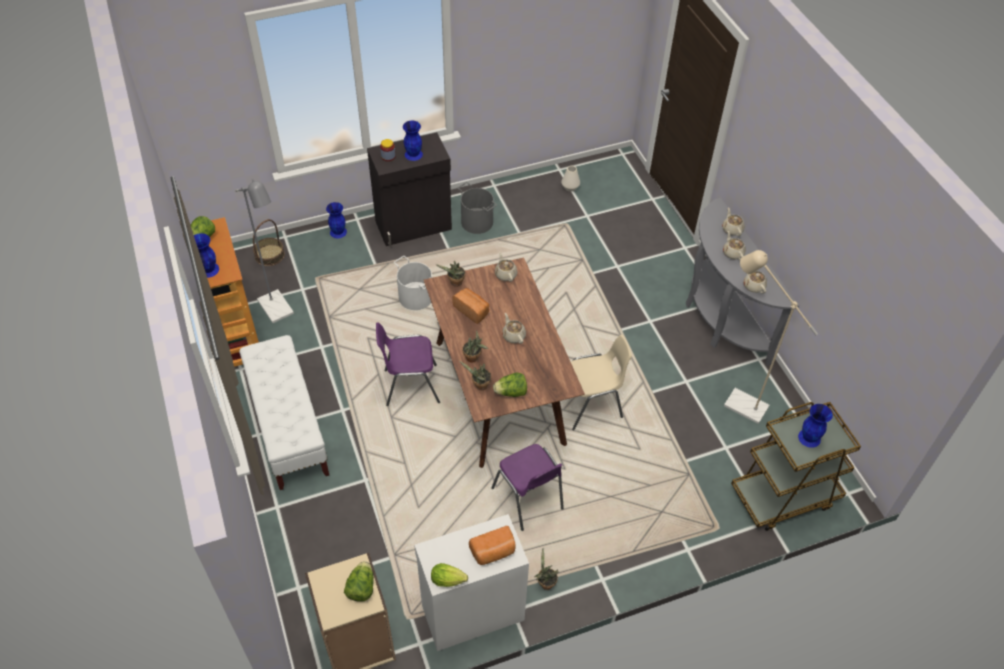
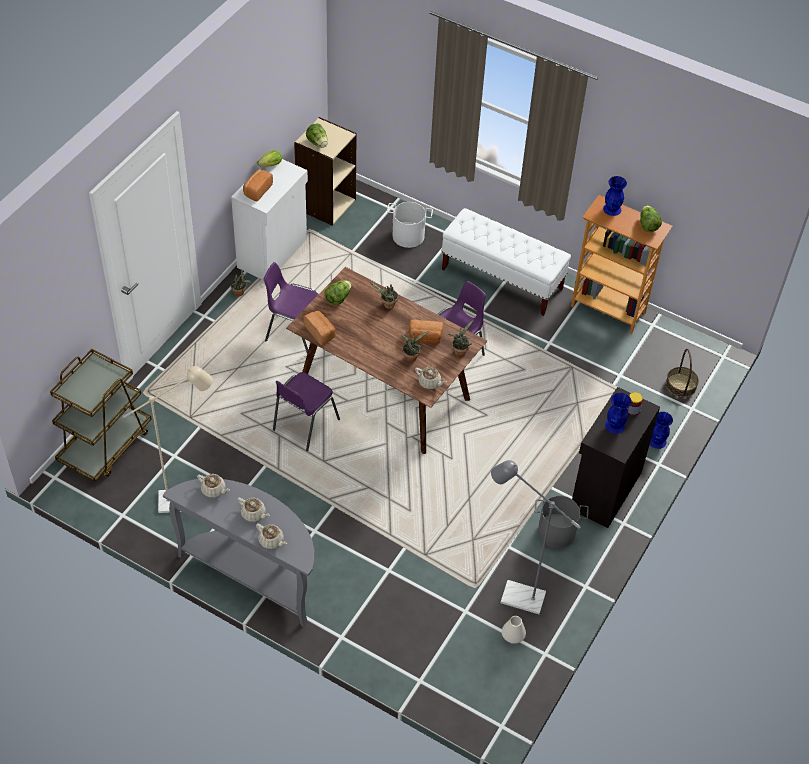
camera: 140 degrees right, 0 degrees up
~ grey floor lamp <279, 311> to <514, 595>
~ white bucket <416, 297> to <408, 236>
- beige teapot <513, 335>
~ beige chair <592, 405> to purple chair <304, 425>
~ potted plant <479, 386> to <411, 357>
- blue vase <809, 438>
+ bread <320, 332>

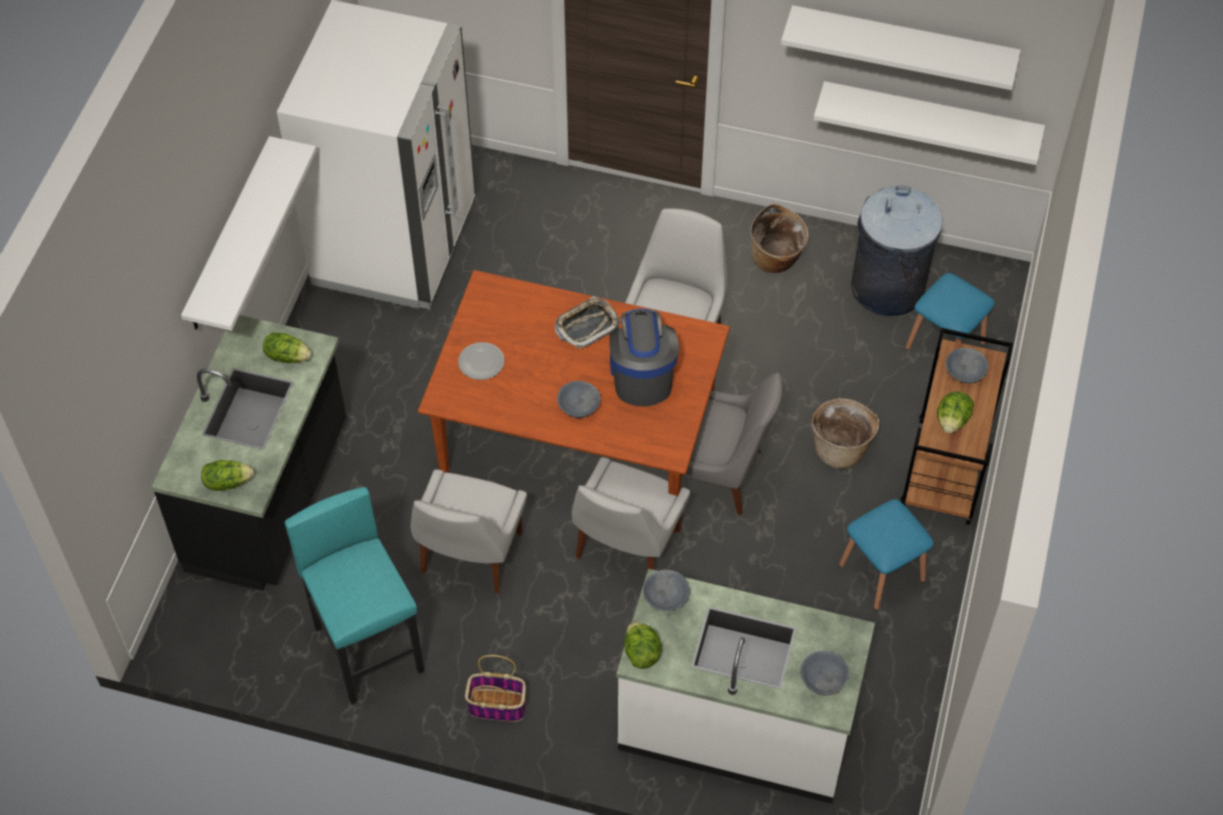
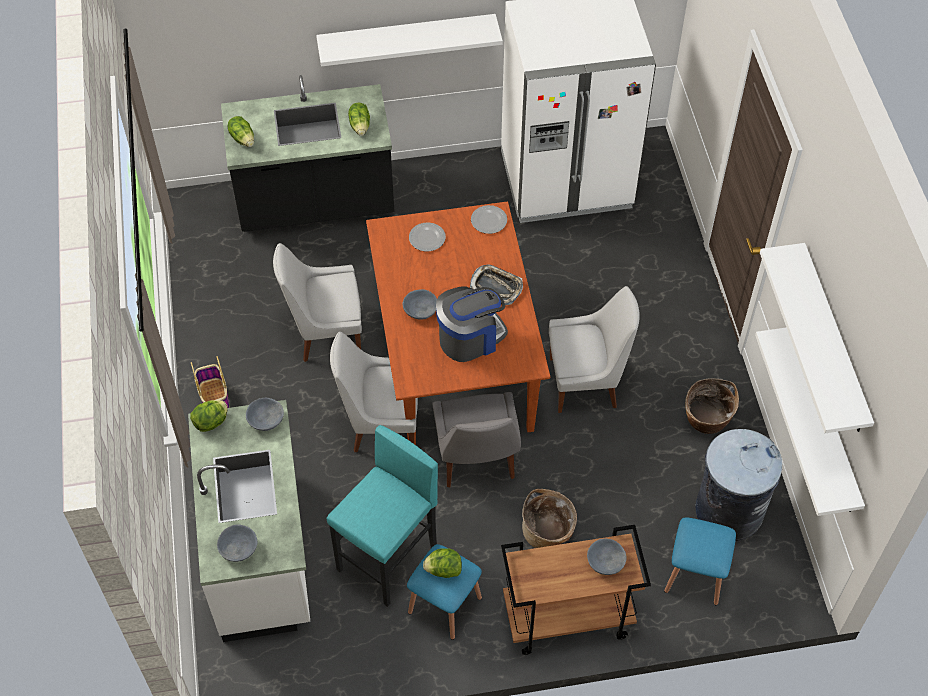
camera: 65 degrees right, 0 degrees up
~ lettuce <952, 421> to <443, 569>
~ turquoise stool <369, 648> to <388, 559>
+ plate <488, 220>

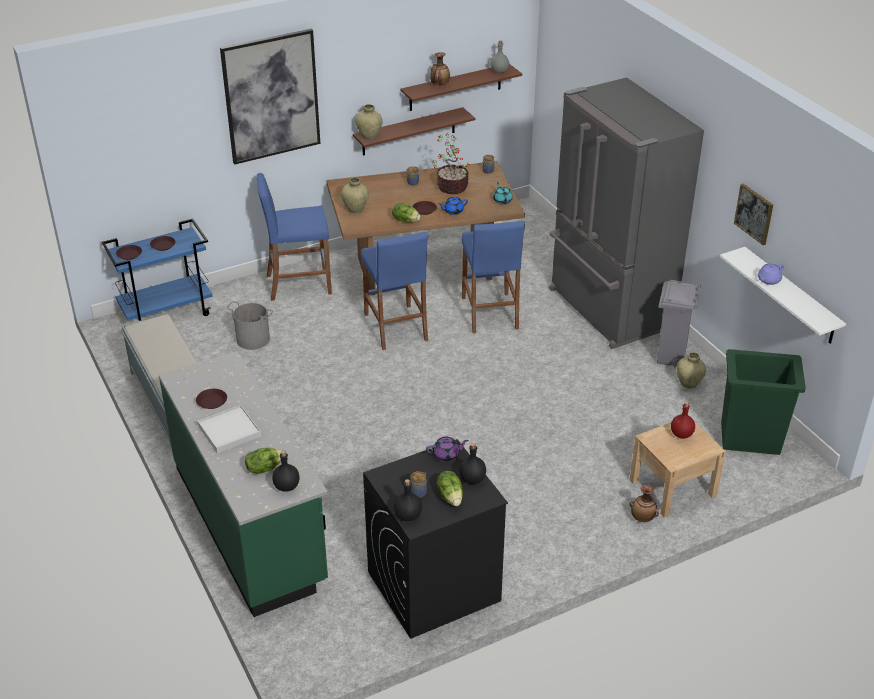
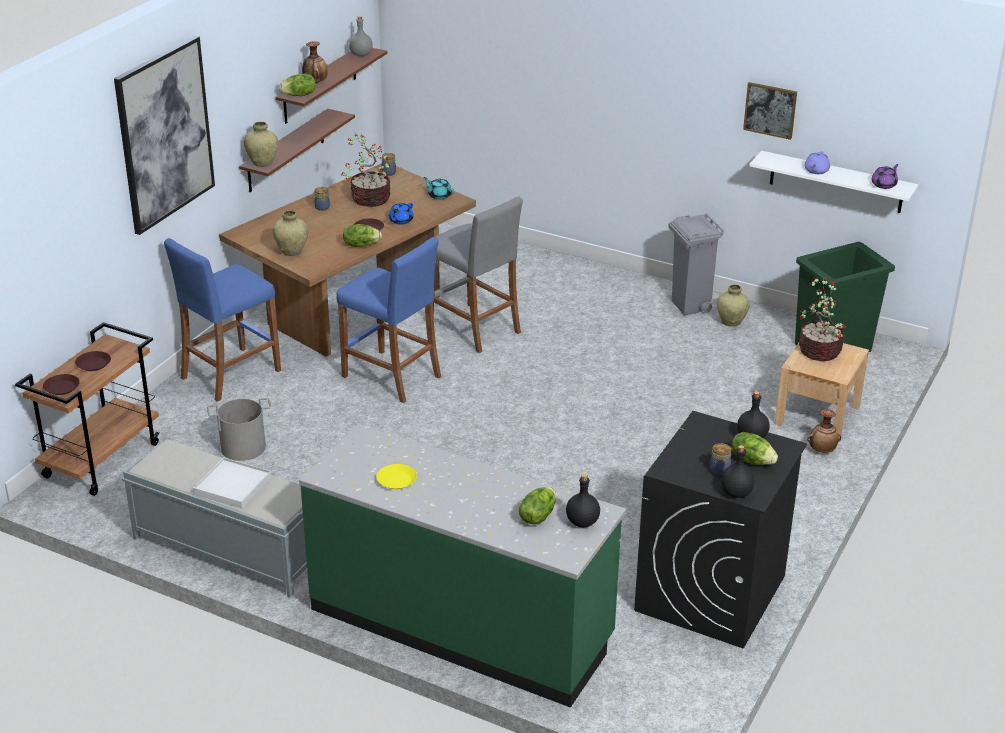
camera: 35 degrees left, 5 degrees down
- grey fridge <608, 309>
~ blue cart <167, 313> to brown cart <102, 459>
~ blue stool <490, 313> to grey stool <474, 328>
~ brown plate <211, 401> to yellow plate <396, 480>
~ red bottle <682, 434> to potted plant <818, 350>
~ white tray <229, 431> to <233, 486>
~ purple teapot <446, 455> to <884, 185>
+ lettuce <299, 95>

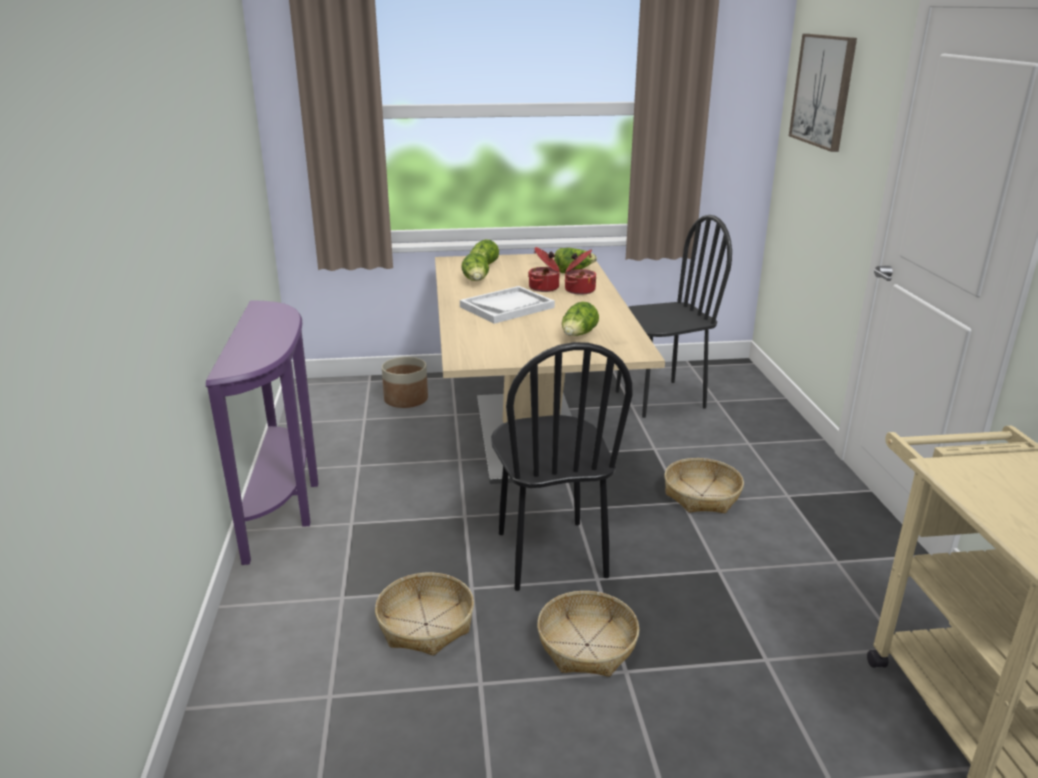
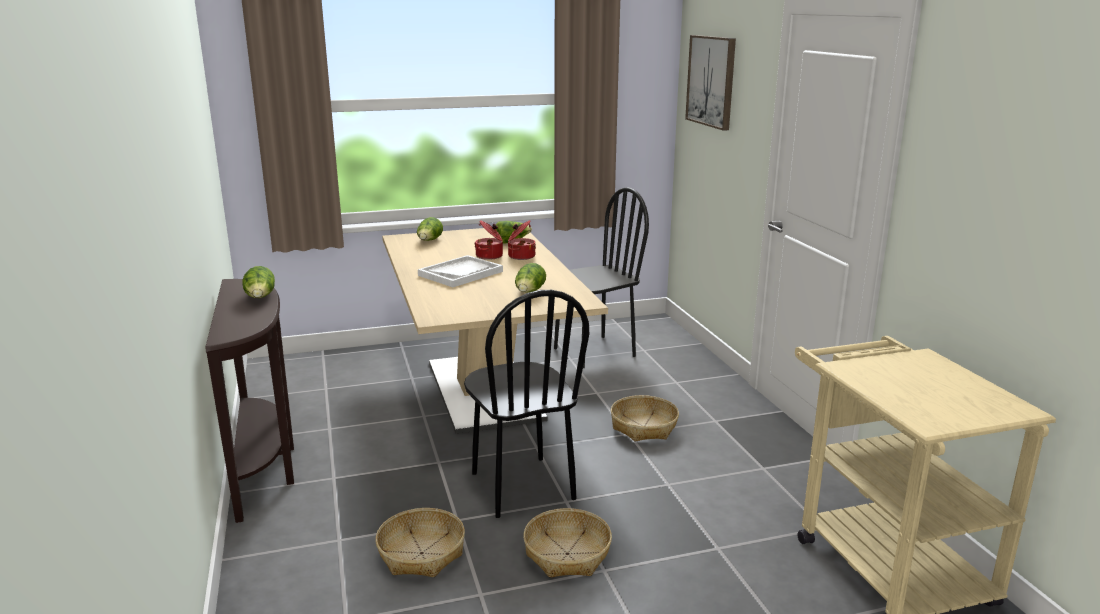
camera: 10 degrees left, 5 degrees down
~ lettuce <476, 281> to <260, 298>
~ purple console table <285, 504> to brown console table <266, 467>
- planter <406, 399>

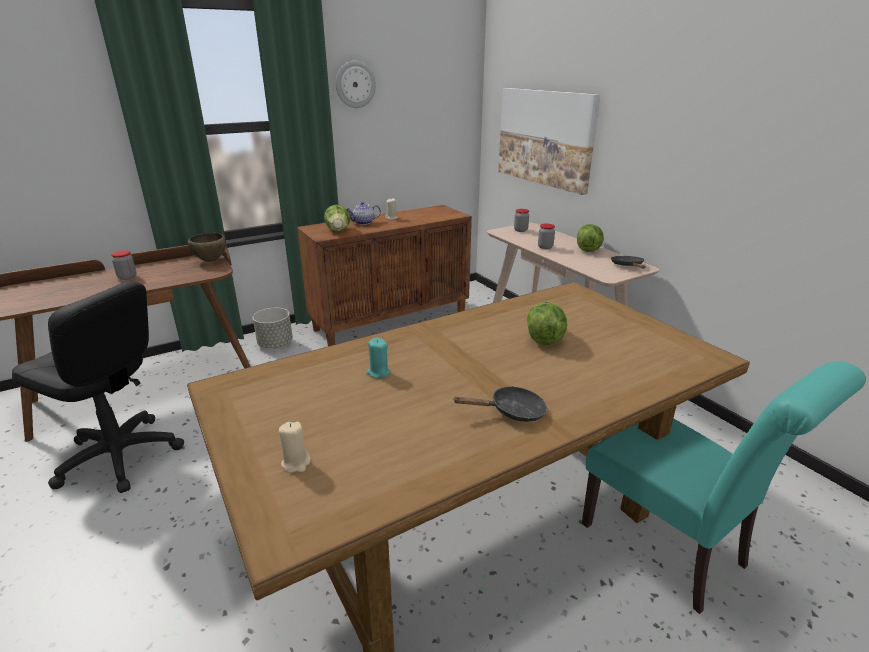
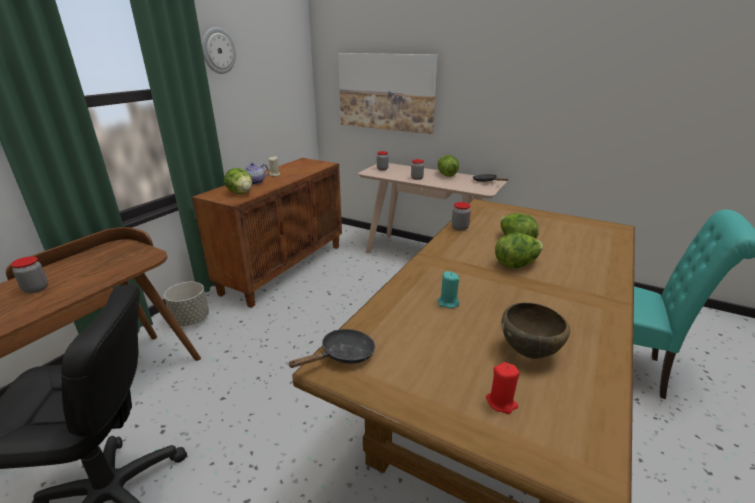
camera: 30 degrees left, 0 degrees up
~ brown bowl <211, 261> to <529, 353>
~ black frying pan <512, 412> to <343, 355>
~ beige candle <296, 463> to red candle <501, 402>
+ jar <460, 228>
+ lettuce <516, 264>

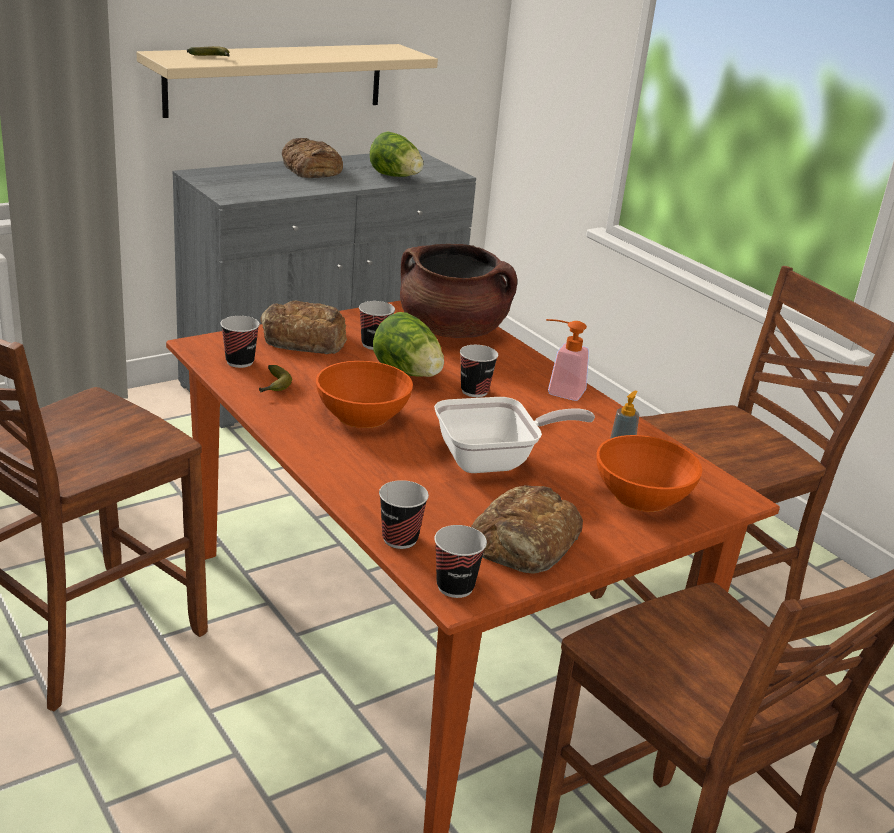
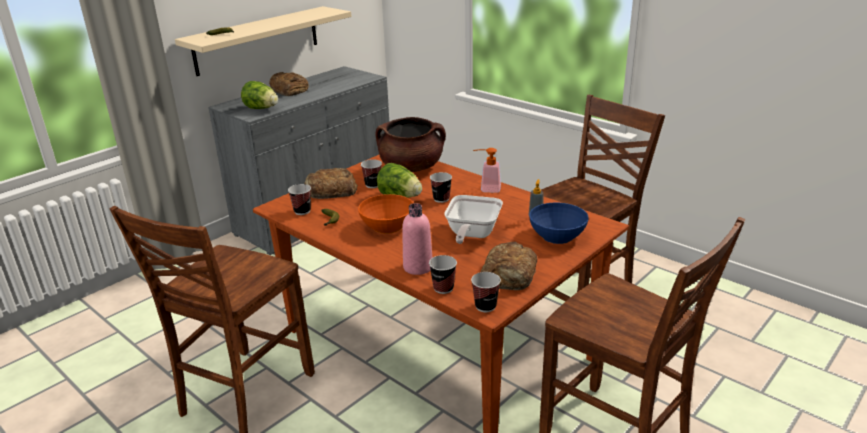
camera: 10 degrees left, 0 degrees up
~ lettuce <396, 177> to <262, 109>
~ frying pan <494, 461> = <471, 234> 135 degrees clockwise
~ orange bowl <641, 496> to blue bowl <557, 236>
+ pink bottle <418, 267>

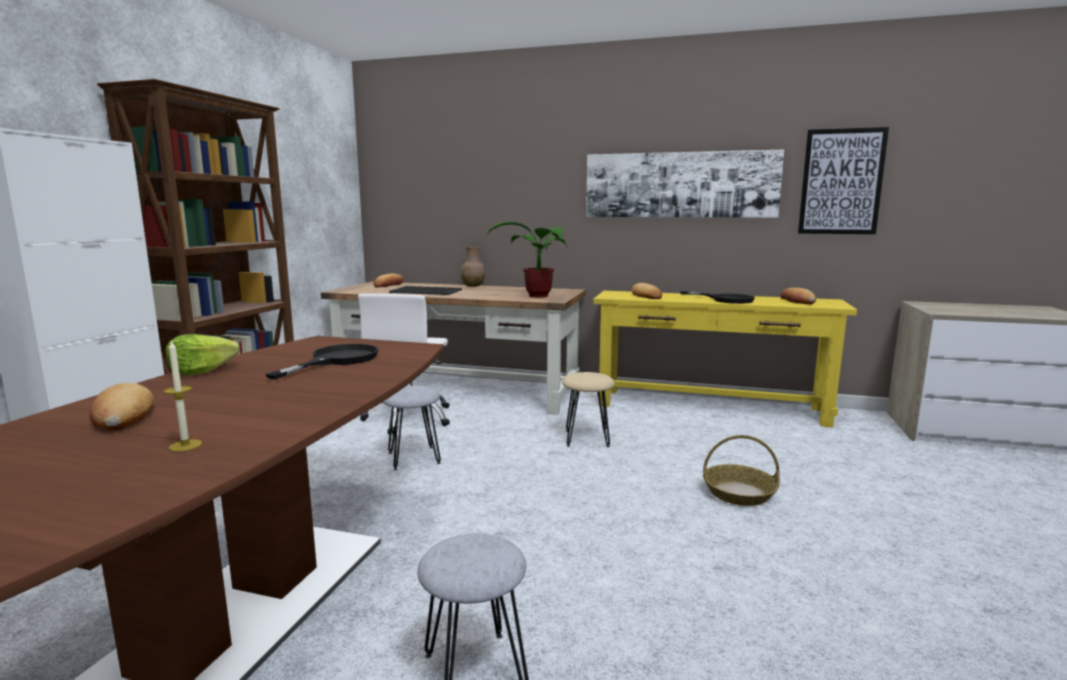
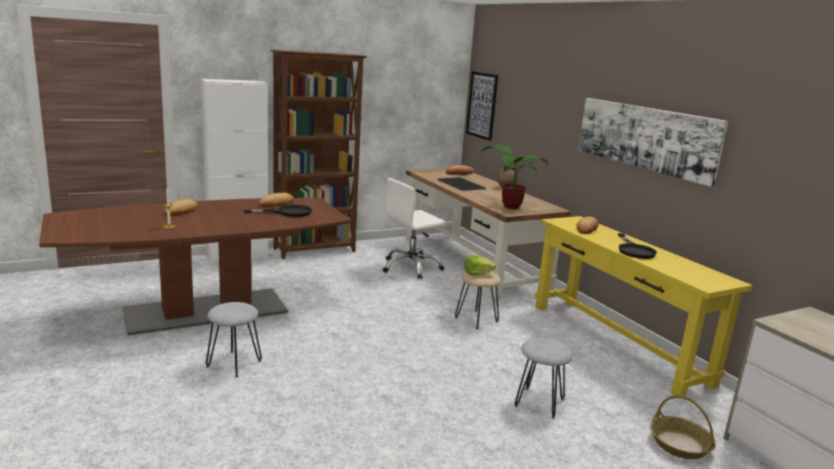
camera: 45 degrees right, 5 degrees up
~ picture <841, 182> to <482, 105>
~ bread <797, 301> to <277, 203>
~ lettuce <201, 371> to <477, 273>
~ grey stool <414, 458> to <540, 402>
~ basket <739, 493> to <680, 445>

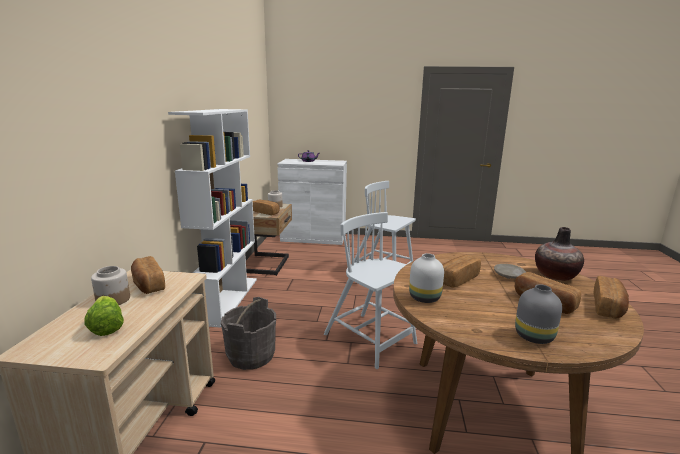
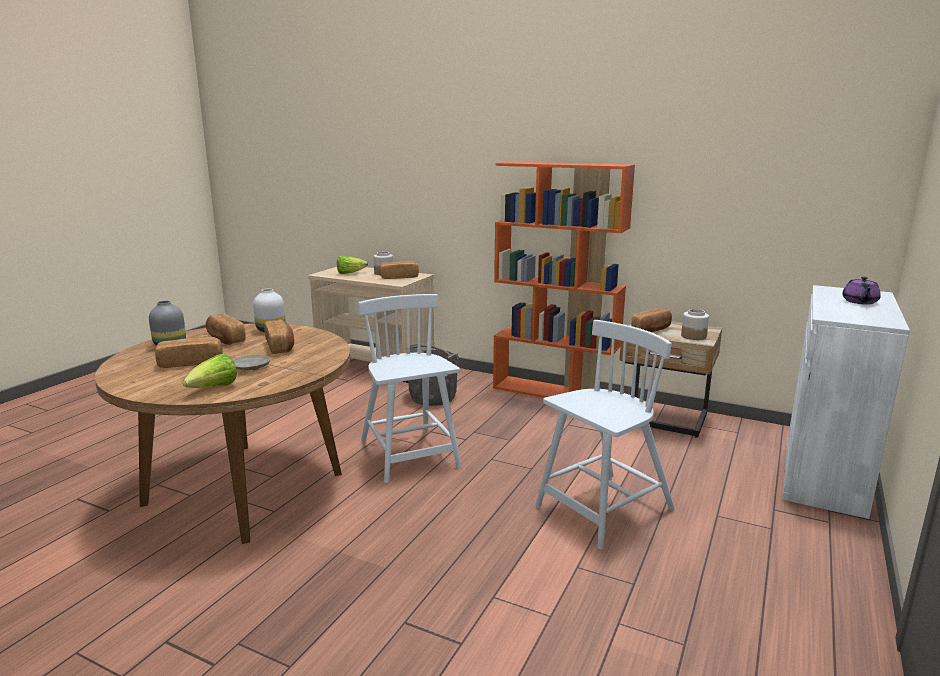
camera: 110 degrees right, 0 degrees up
~ white bookcase <227, 299> to orange bookcase <555, 392>
~ white chair <371, 340> = <409, 455> 90 degrees counterclockwise
~ vase <555, 275> to lettuce <214, 389>
~ bread <608, 307> to <225, 339>

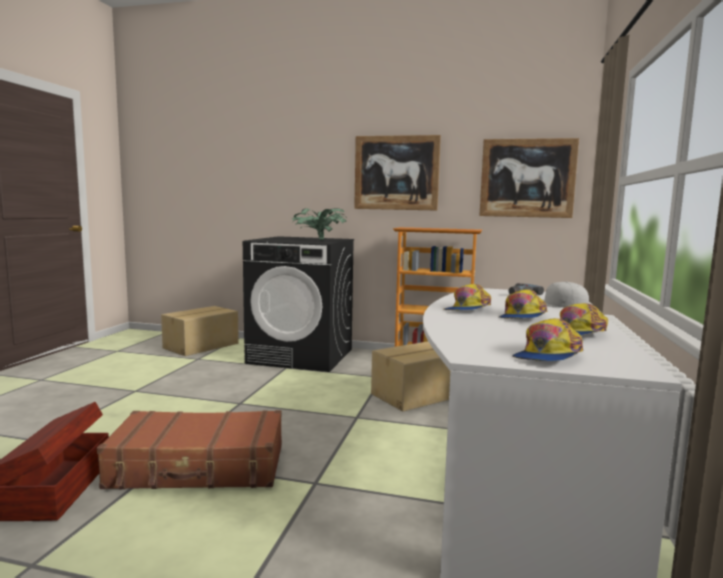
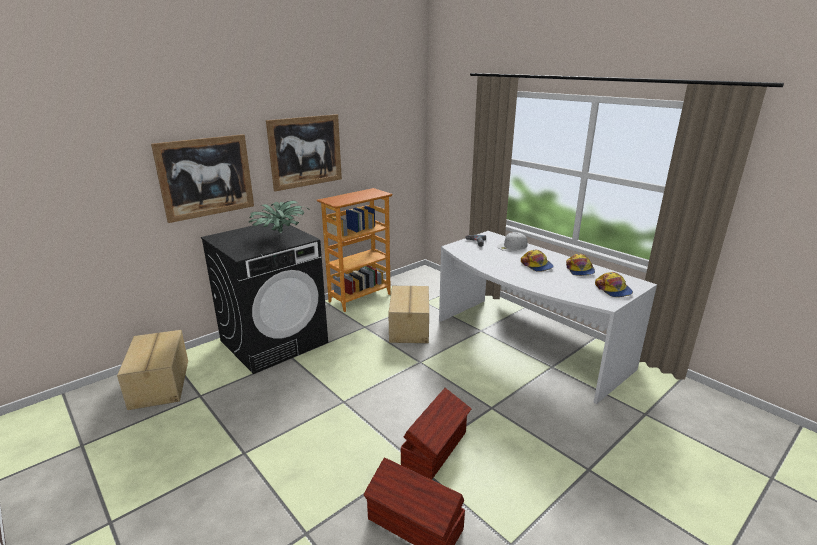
camera: 55 degrees left, 15 degrees up
~ picture <527, 178> to <206, 177>
- cap <467, 309>
~ brown suitcase <199, 467> to brown storage box <436, 448>

